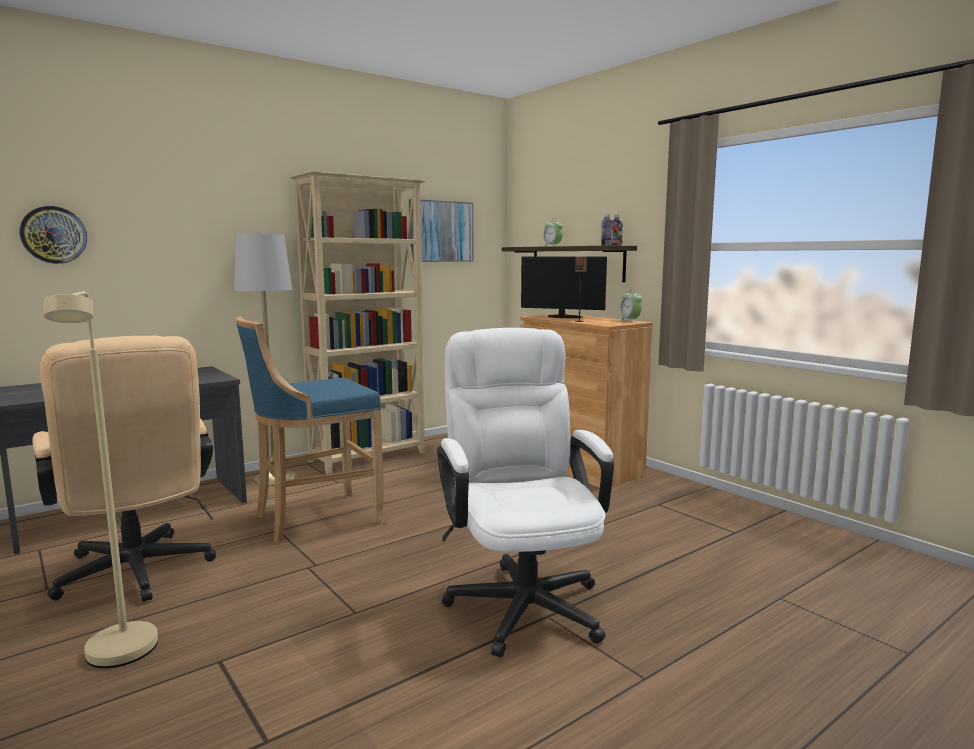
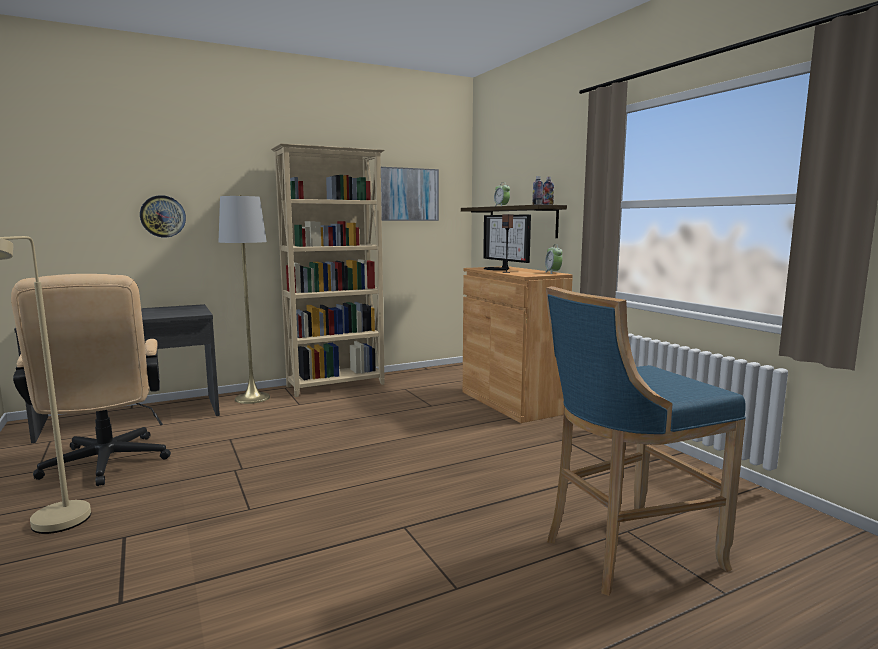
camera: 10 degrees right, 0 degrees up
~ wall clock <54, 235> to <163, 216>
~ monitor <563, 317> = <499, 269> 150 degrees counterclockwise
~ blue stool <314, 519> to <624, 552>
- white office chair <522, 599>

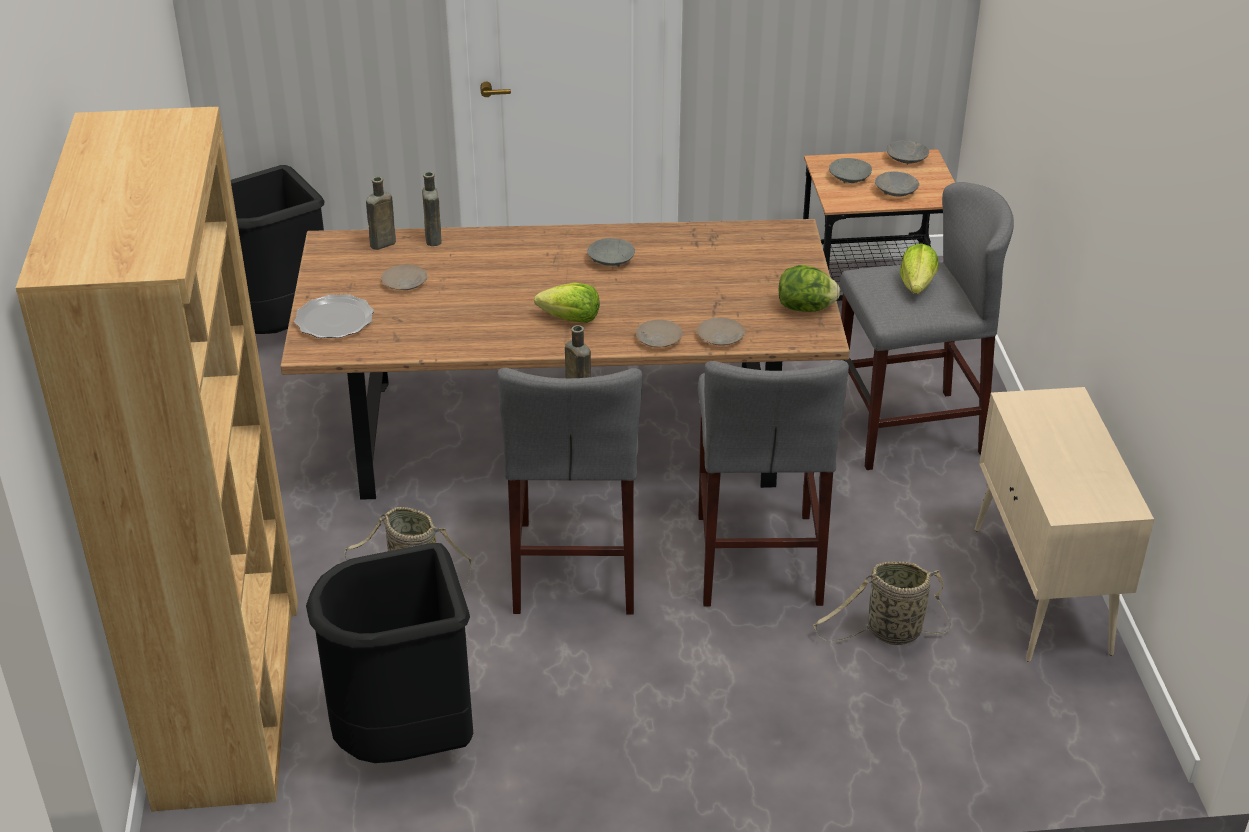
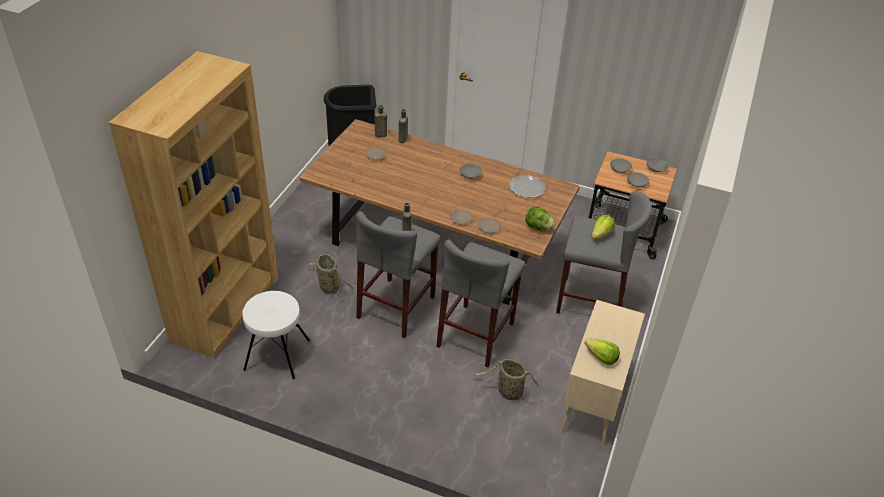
camera: 25 degrees right, 5 degrees up
~ lettuce <570, 319> to <601, 358>
~ plate <334, 320> to <526, 188>
~ black trash can <407, 742> to white stool <277, 355>

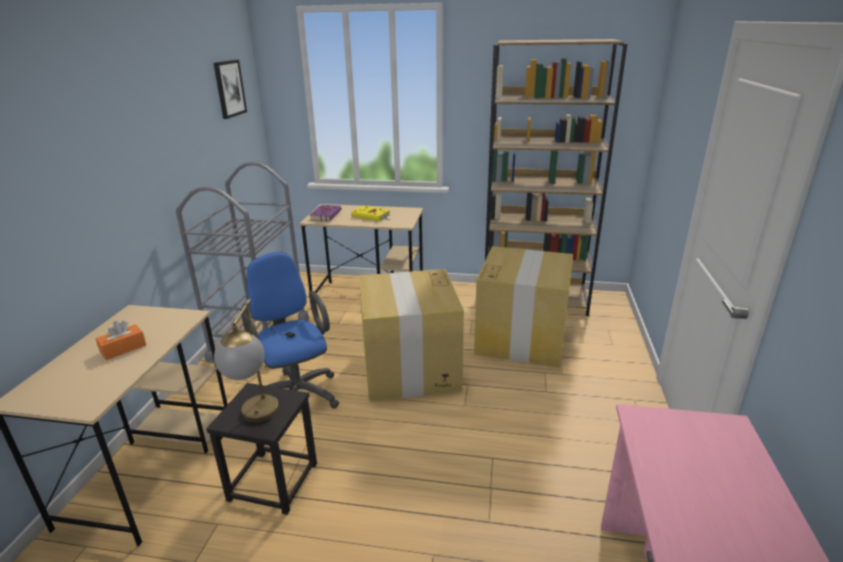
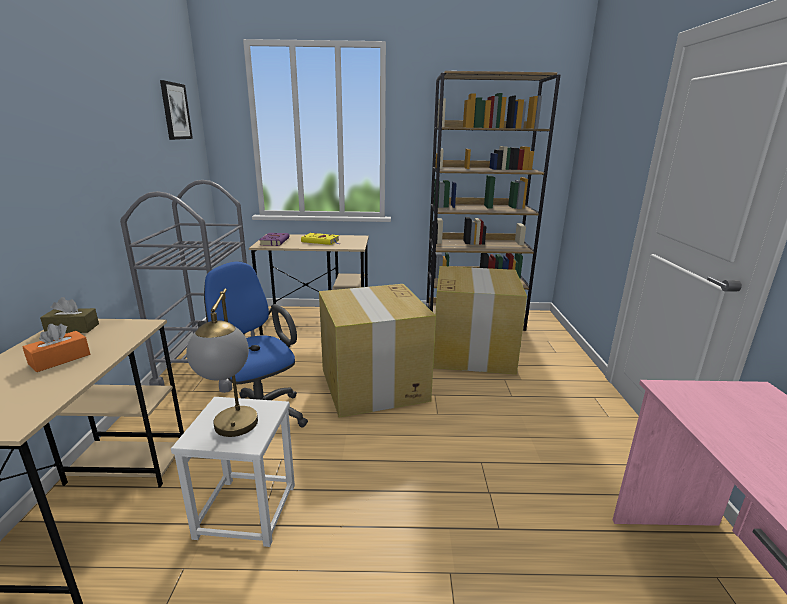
camera: 10 degrees left, 5 degrees down
~ black stool <274, 482> to white stool <247, 511>
+ brown tissue box <72, 328>

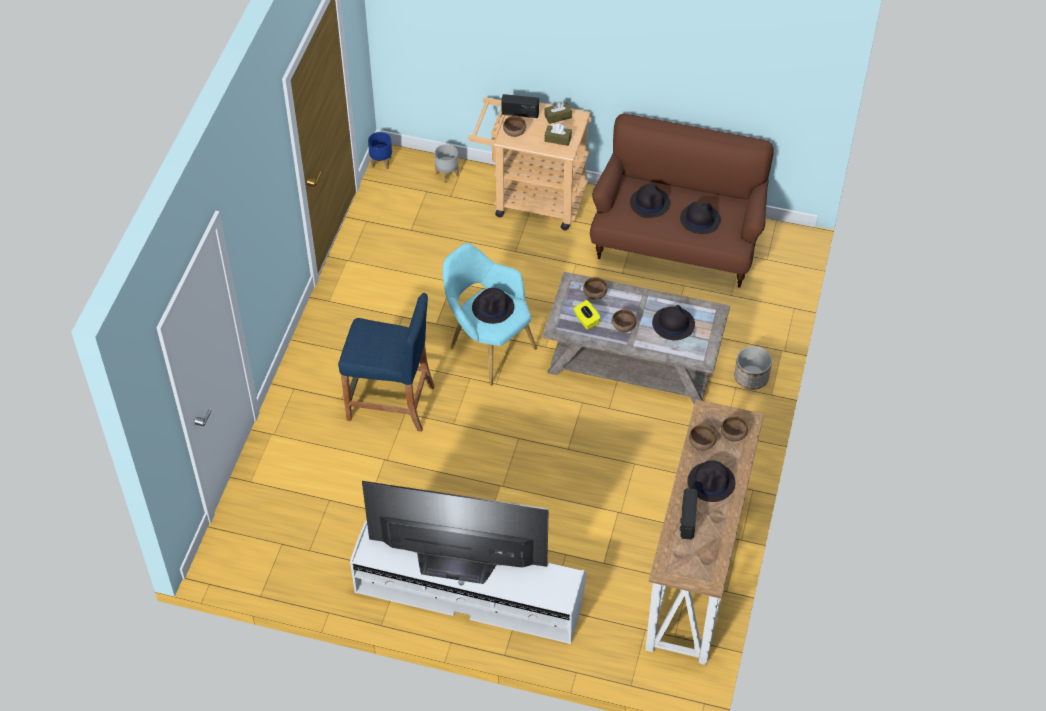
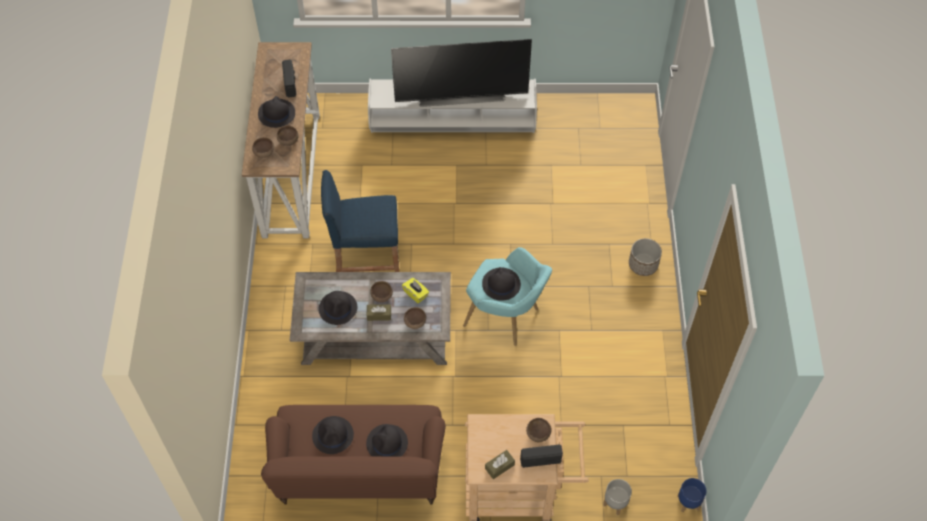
camera: 165 degrees right, 5 degrees up
~ brown tissue box <558, 139> to <379, 315>
~ blue stool <391, 403> to <366, 262>
~ planter <751, 377> to <643, 264>

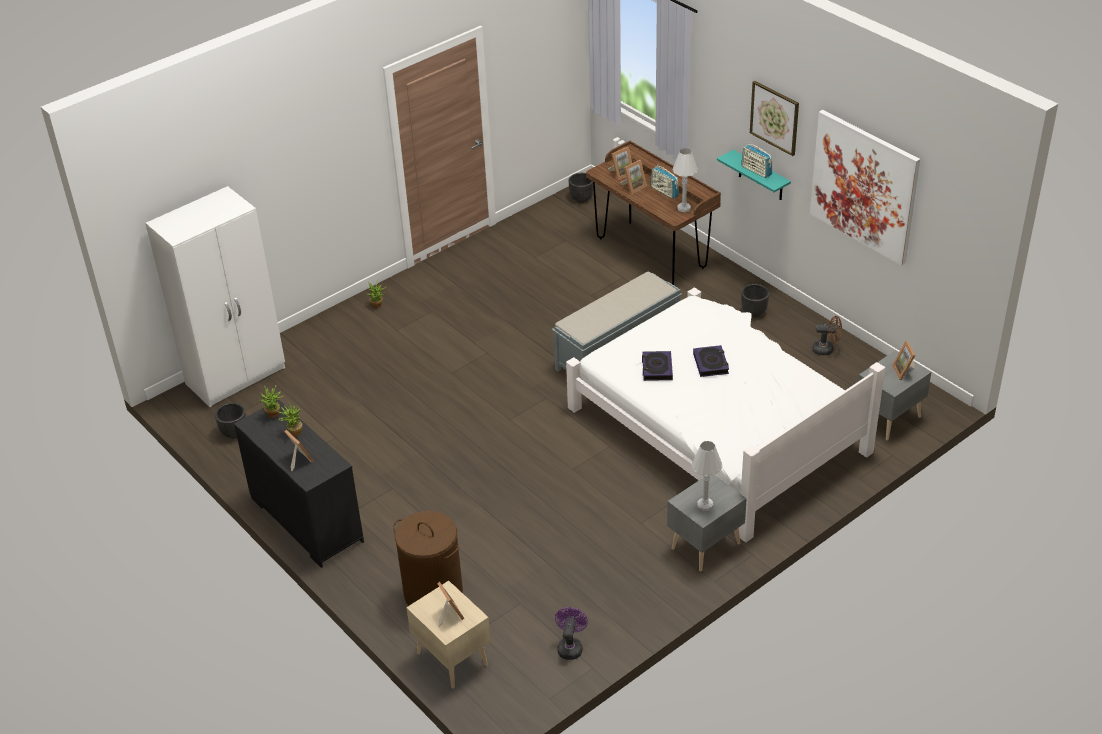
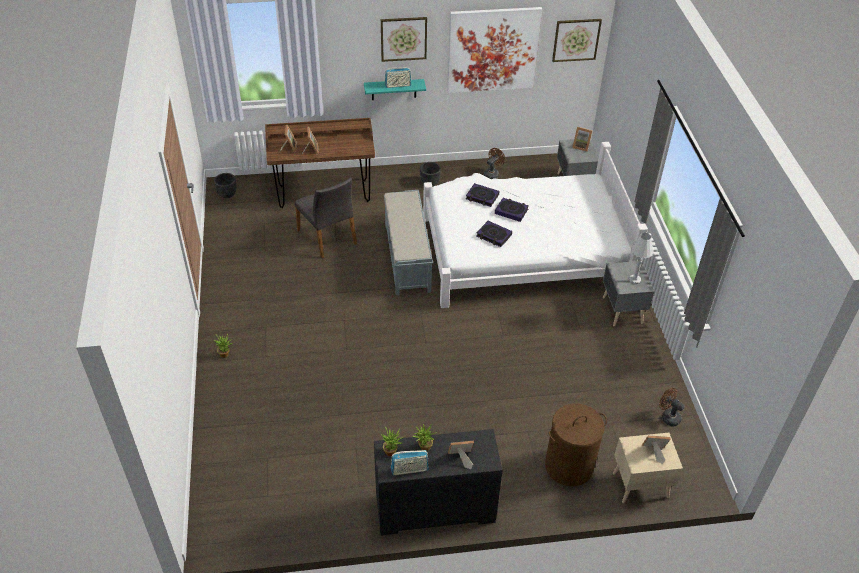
camera: 60 degrees left, 5 degrees up
- white table lamp <684, 208>
~ radio <664, 191> to <409, 469>
- white wardrobe <237, 376>
- black planter <234, 433>
~ purple fan <570, 646> to brown fan <668, 417>
+ picture <576, 40>
+ grey chair <328, 237>
+ book <482, 197>

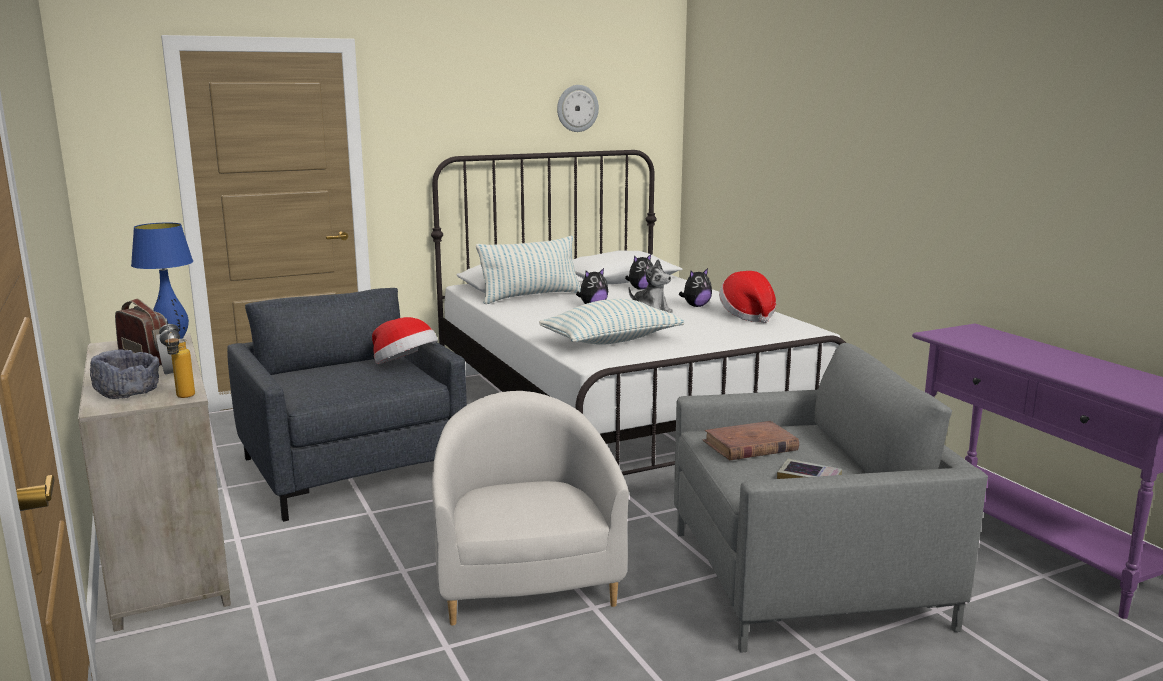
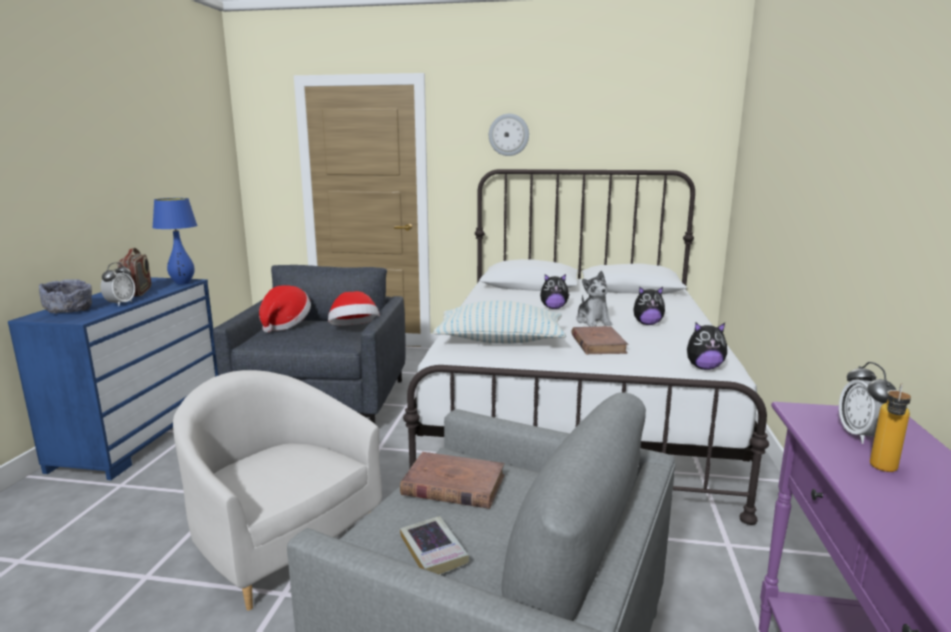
camera: 35 degrees right, 0 degrees up
~ wall clock <577, 108> to <508, 135>
- pillow <531, 297>
~ plush toy <640, 289> to <704, 368>
~ hat <747, 316> to <285, 325>
~ bottle <183, 398> to <882, 471>
~ beige dresser <165, 557> to blue dresser <142, 432>
~ white armchair <525, 580> = <280, 540> 75 degrees counterclockwise
+ brown book <598, 344>
+ alarm clock <862, 436>

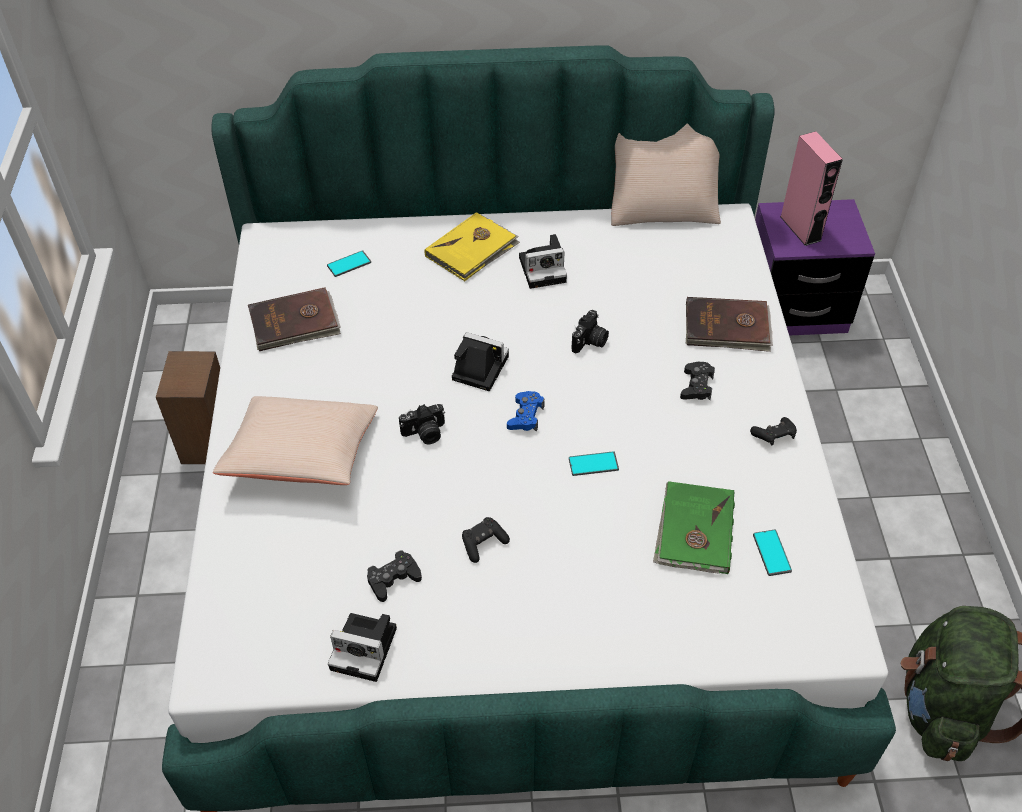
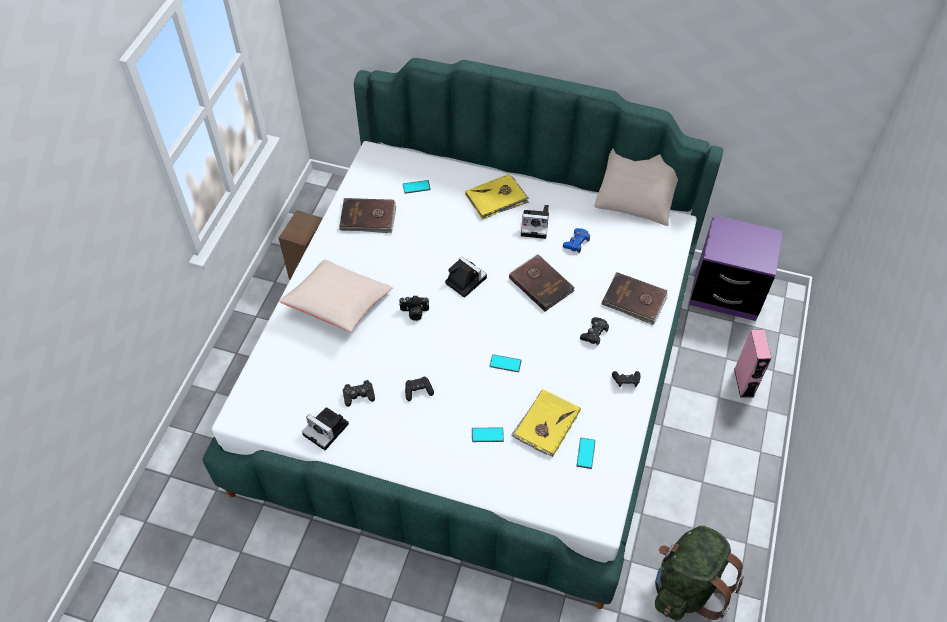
camera: 20 degrees right, 5 degrees up
~ pink speaker <800, 228> to <743, 382>
~ photo camera <590, 342> to brown book <541, 283>
~ blue game controller <525, 416> to <576, 242>
~ green book <694, 530> to yellow book <545, 424>
+ phone <487, 435>

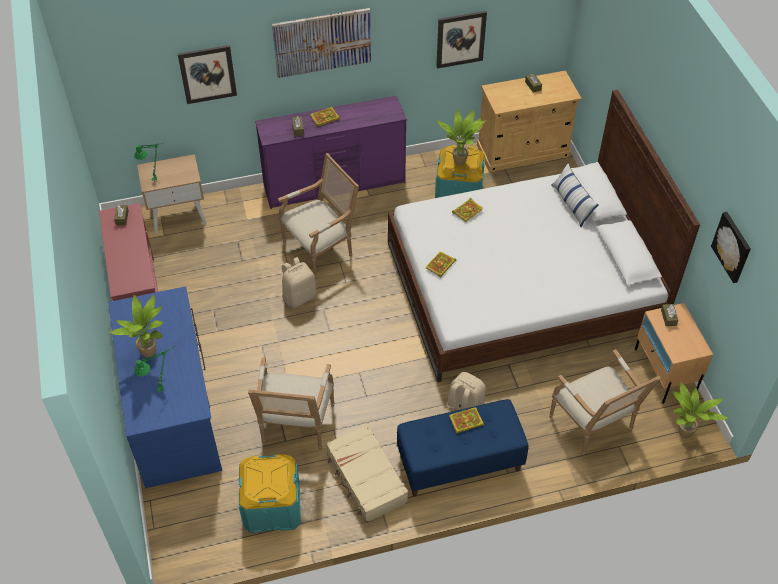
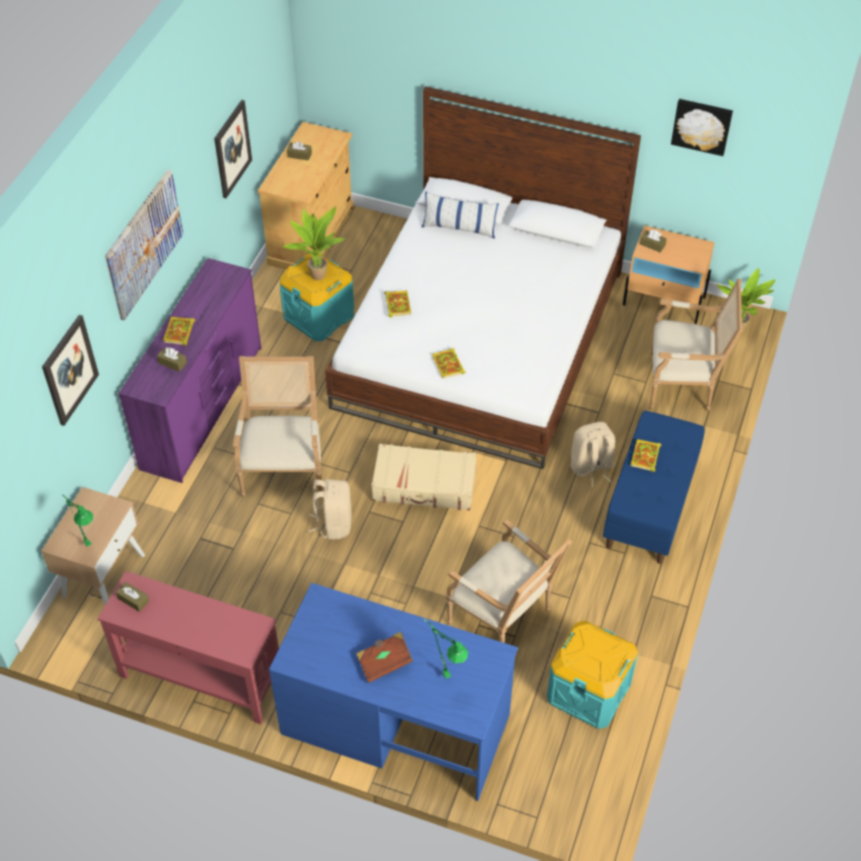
camera: 55 degrees left, 0 degrees up
~ potted plant <151, 354> to brown book <384, 662>
~ beige suitcase <366, 479> to <424, 485>

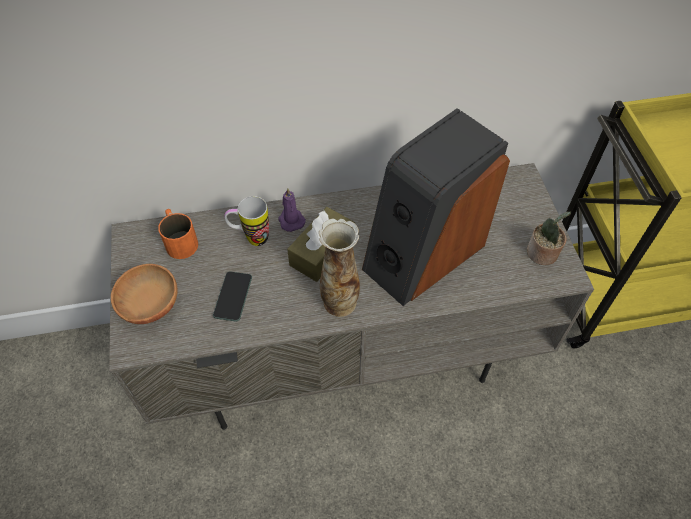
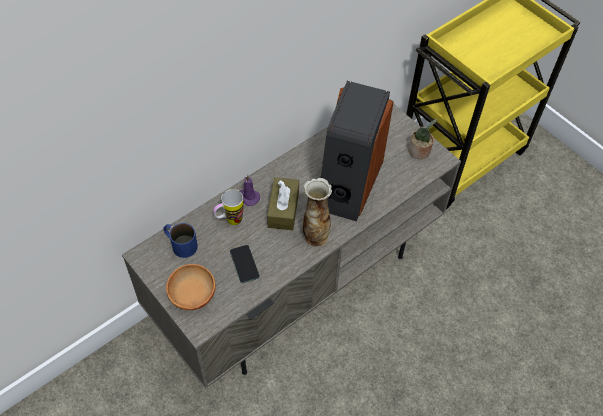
camera: 30 degrees left, 0 degrees up
~ orange mug <179, 239> to blue mug <180, 243>

